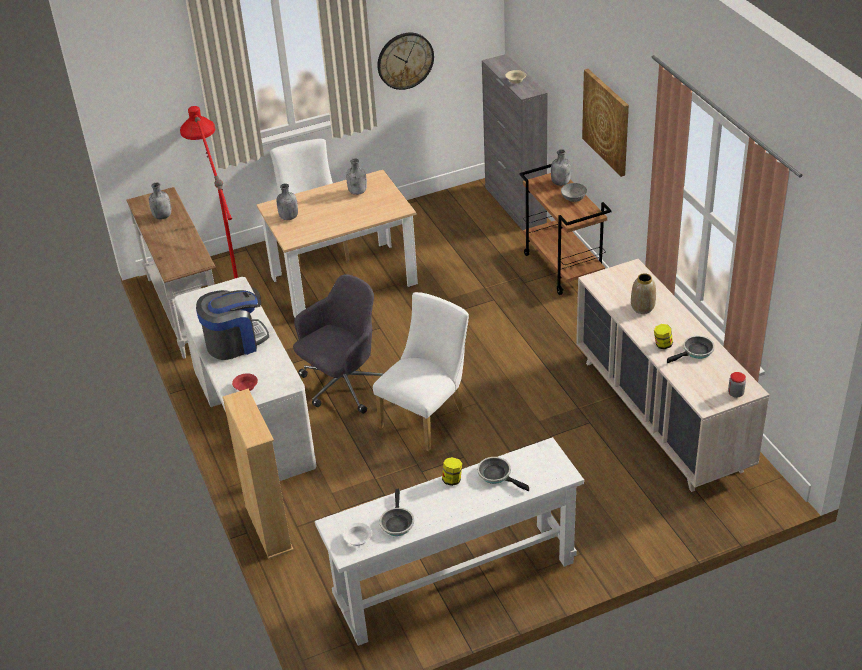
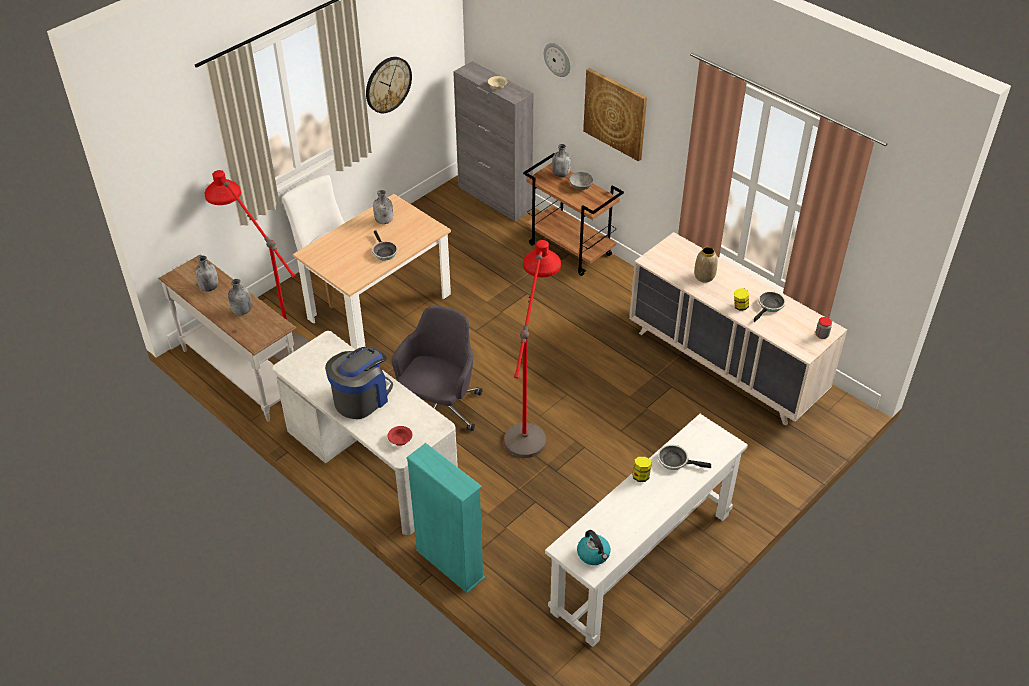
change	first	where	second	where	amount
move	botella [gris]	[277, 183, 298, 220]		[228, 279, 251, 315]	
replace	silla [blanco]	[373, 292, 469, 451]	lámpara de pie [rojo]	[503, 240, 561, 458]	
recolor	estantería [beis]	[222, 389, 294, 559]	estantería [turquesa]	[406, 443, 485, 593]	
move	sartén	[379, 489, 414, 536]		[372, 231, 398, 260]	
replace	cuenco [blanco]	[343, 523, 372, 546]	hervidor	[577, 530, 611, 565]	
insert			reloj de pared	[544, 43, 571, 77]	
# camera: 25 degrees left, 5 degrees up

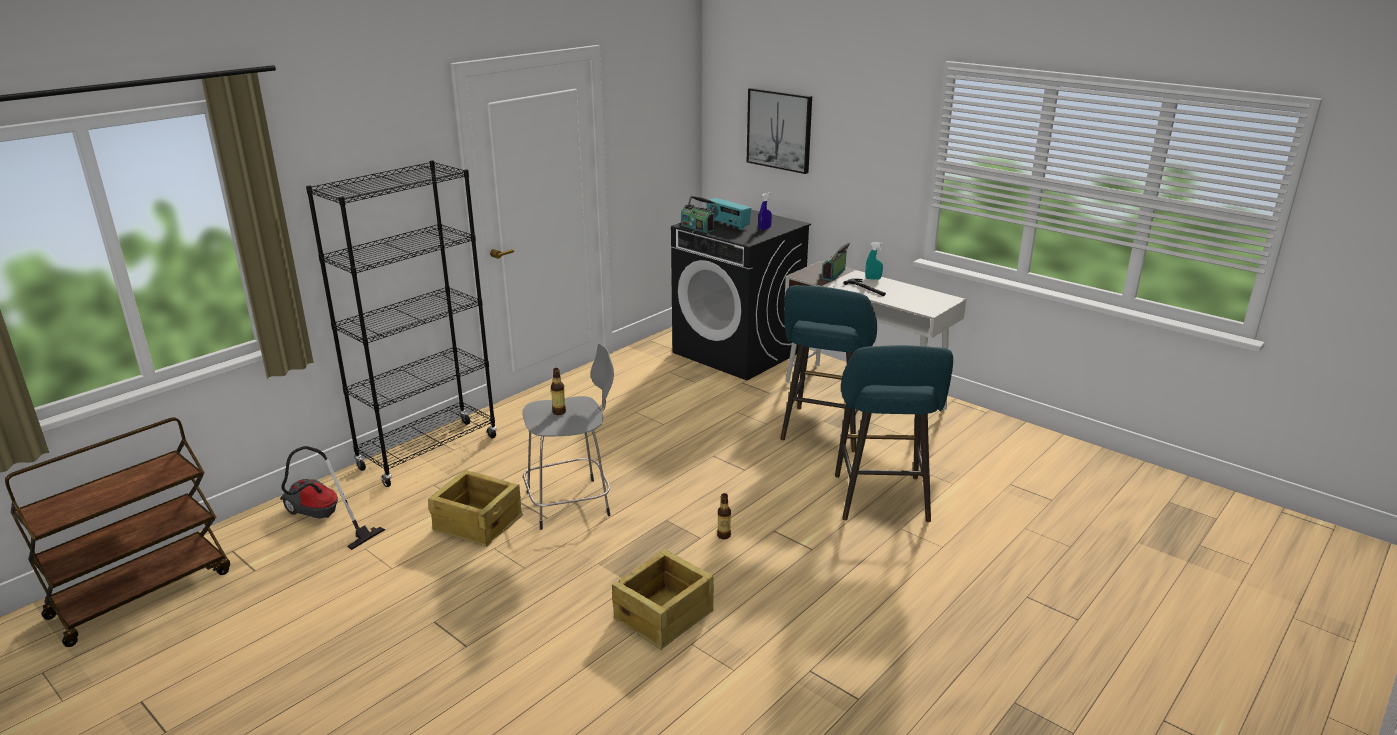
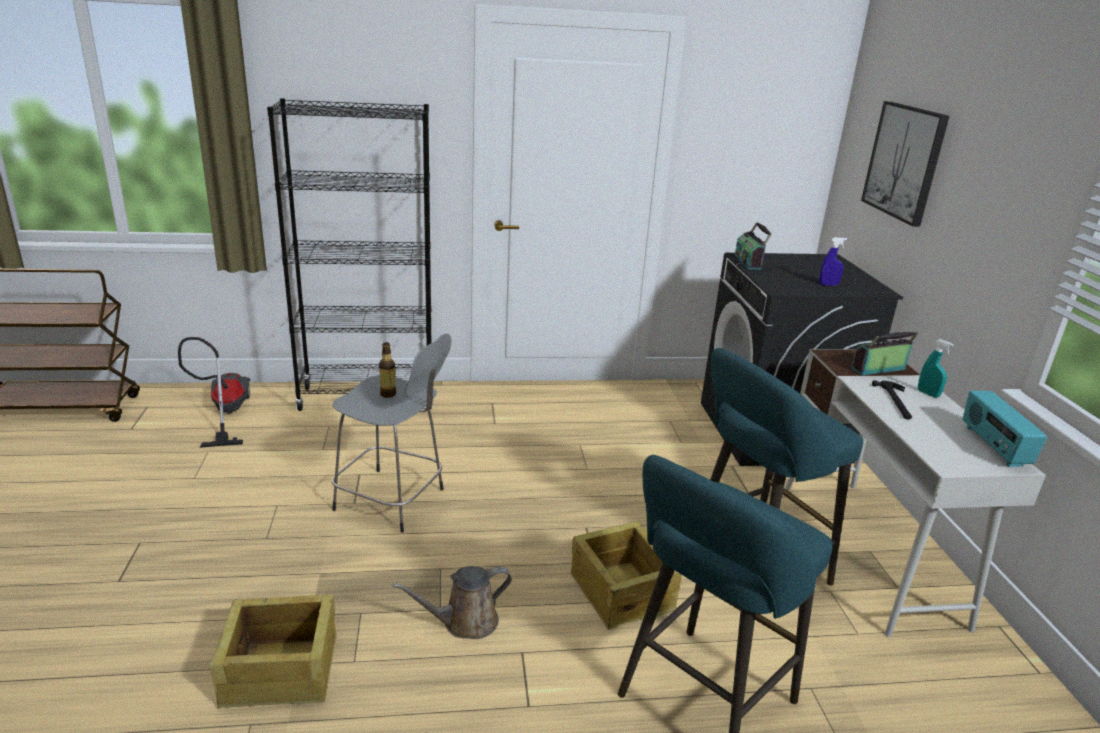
change	first	where	second	where	amount
move	radio	[706, 198, 751, 230]		[963, 391, 1048, 467]	
move	caja de embalaje	[428, 470, 523, 547]		[571, 521, 682, 629]	
replace	botella	[717, 493, 731, 539]	regadera [marrón]	[393, 566, 512, 639]	
# camera: 40 degrees right, 0 degrees up

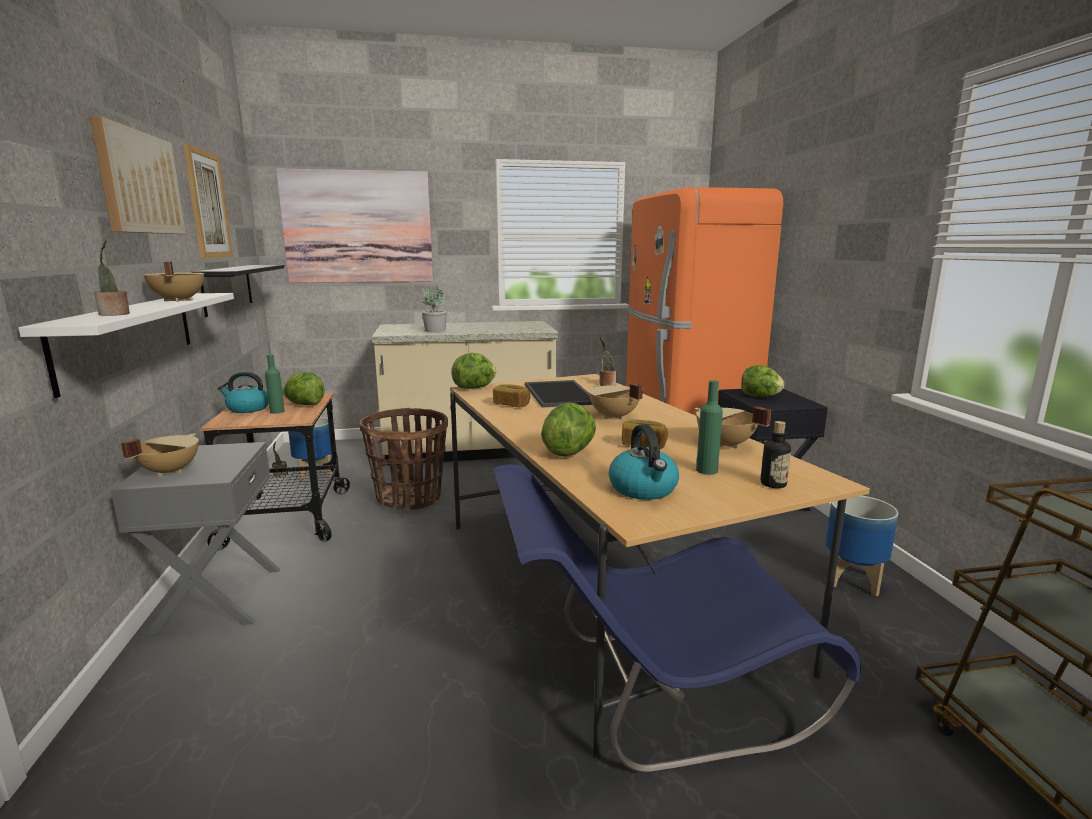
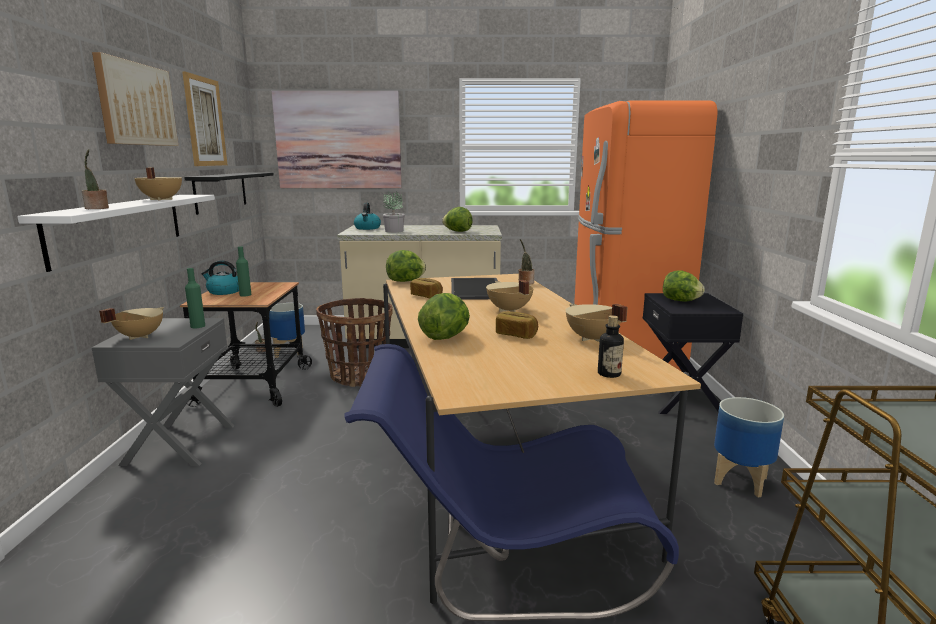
change	first	where	second	where	amount
move	lechuga	[282, 372, 324, 405]		[442, 207, 473, 232]	
move	botella [verde]	[696, 380, 723, 475]		[185, 268, 205, 328]	
move	hervidor	[609, 424, 679, 500]		[354, 203, 381, 230]	
# camera: 10 degrees right, 0 degrees up

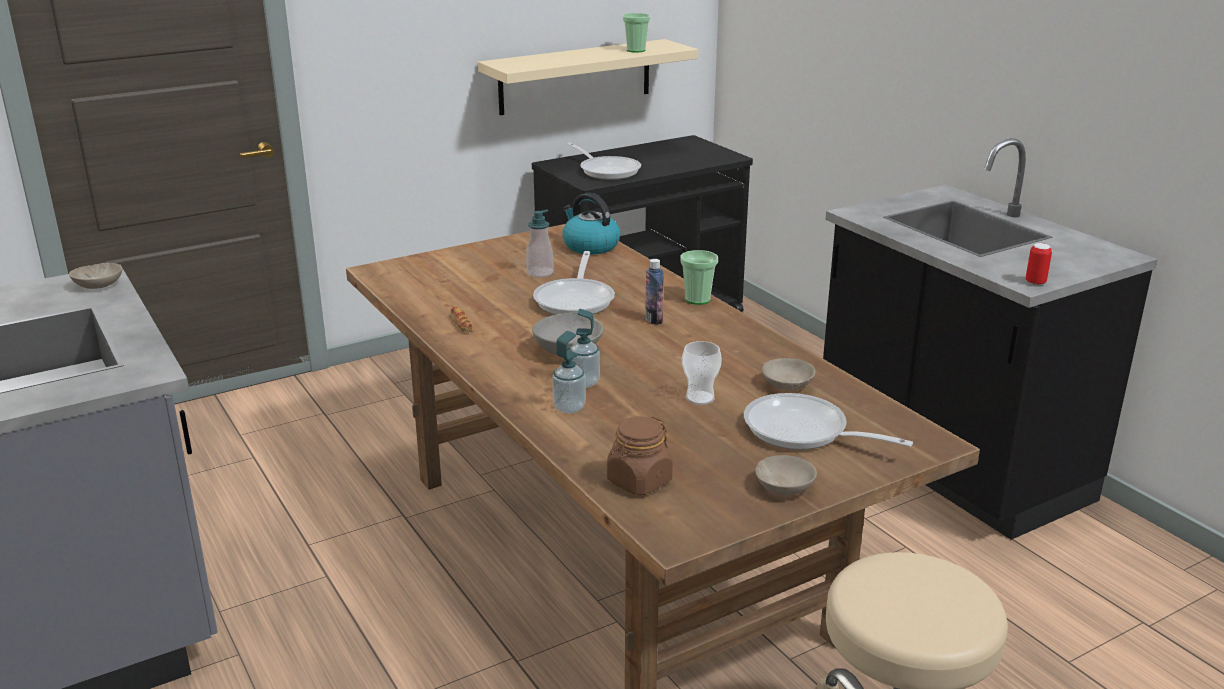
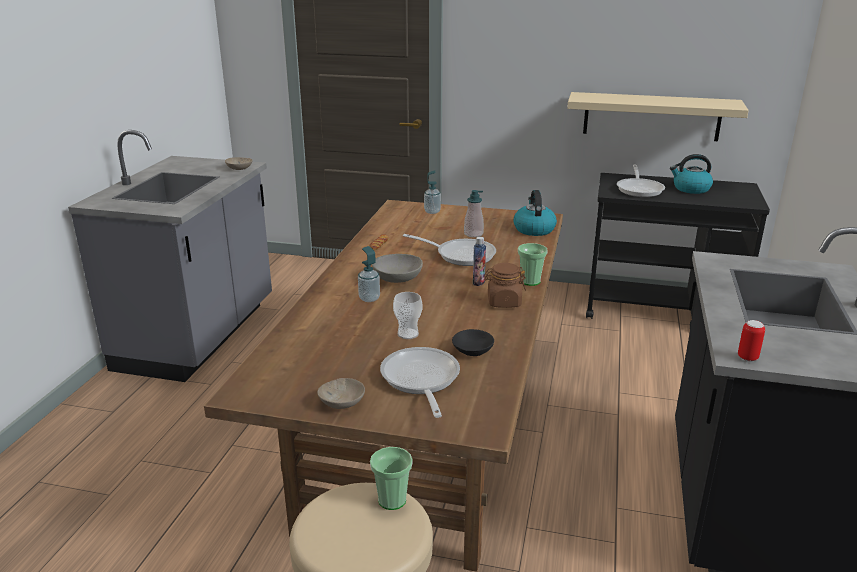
change	first	where	second	where	amount
move	taza	[622, 13, 650, 53]		[370, 447, 413, 510]	
rotate	sartén	[533, 251, 615, 315]		[403, 234, 496, 266]	120 degrees counterclockwise
move	dispensador de jabón	[552, 331, 586, 414]		[424, 170, 441, 214]	
recolor	cuenco [beis]	[762, 358, 815, 390]	cuenco [negro]	[452, 329, 494, 356]	
move	tarro [marrón]	[607, 417, 673, 495]		[484, 263, 526, 308]	
insert			hervidor	[670, 154, 713, 194]	
# camera: 45 degrees right, 0 degrees up

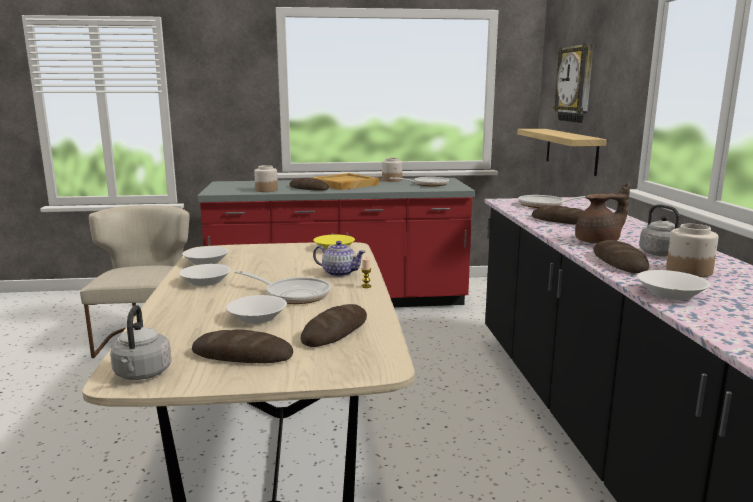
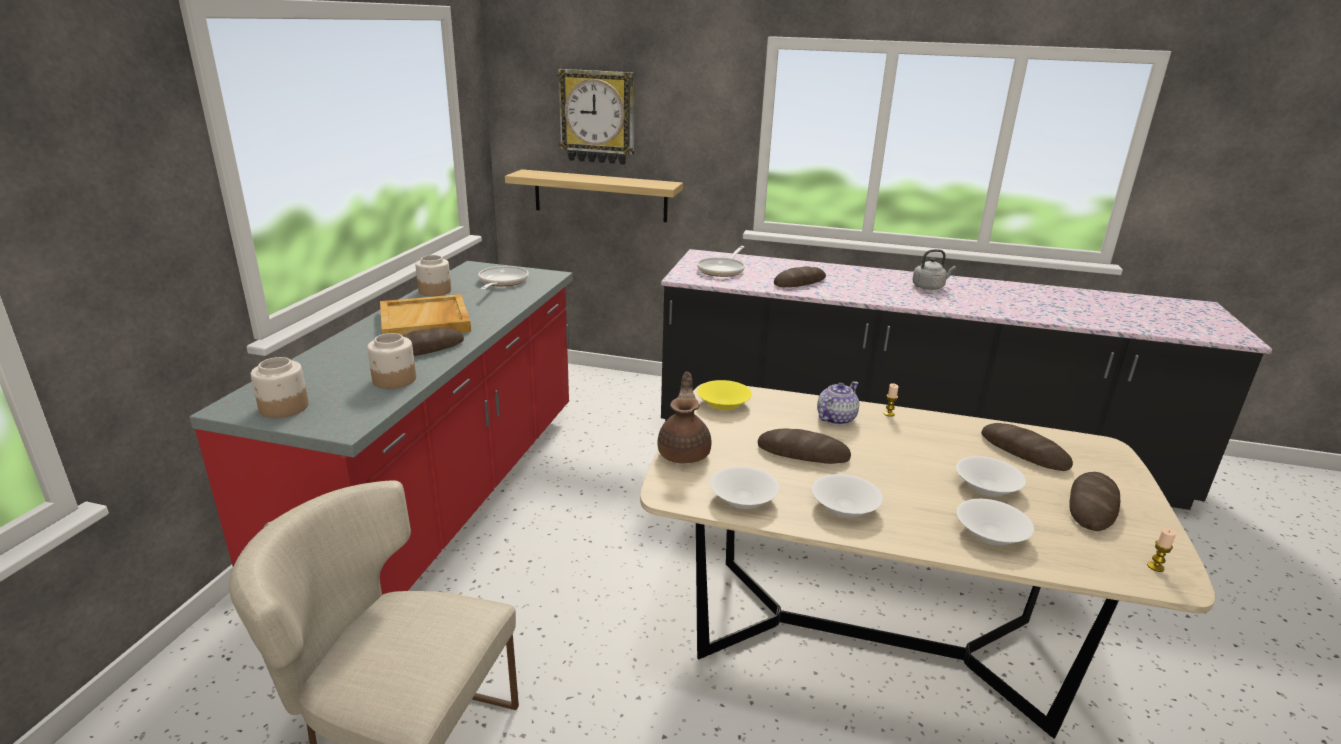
change	first	where	second	where	amount
move	tetera [marrón]	[575, 183, 630, 244]		[658, 372, 711, 464]	
move	tarro	[666, 224, 719, 277]		[251, 357, 309, 418]	
move	pan	[594, 240, 649, 274]		[758, 429, 851, 464]	
delete	sartén	[235, 270, 331, 304]			
move	cuenco [blanco]	[637, 270, 710, 300]		[957, 499, 1034, 546]	
replace	hervidor [gris]	[110, 305, 171, 380]	vela	[1147, 528, 1176, 572]	
# camera: 70 degrees left, 10 degrees up

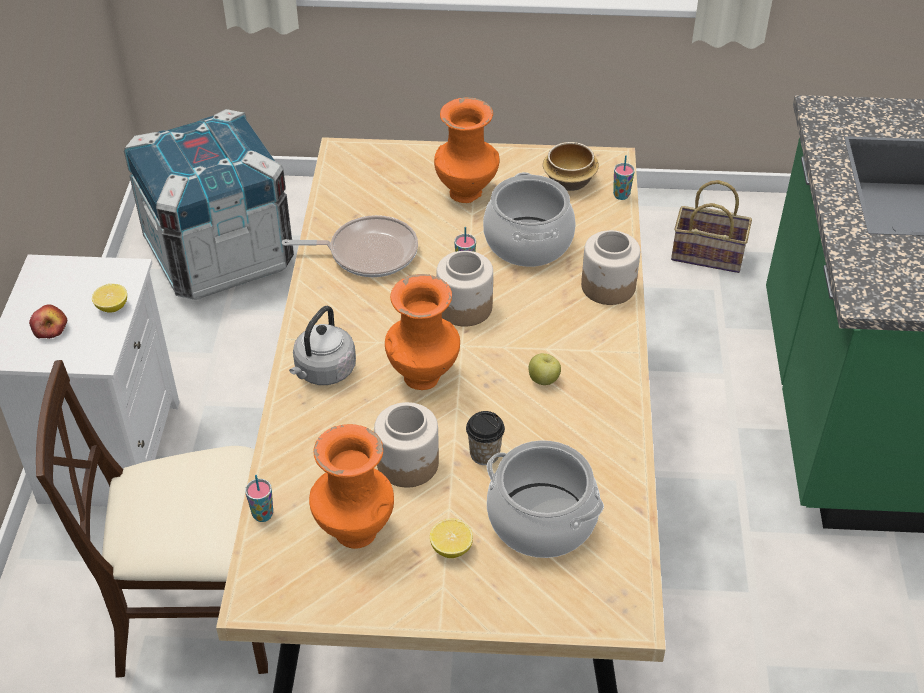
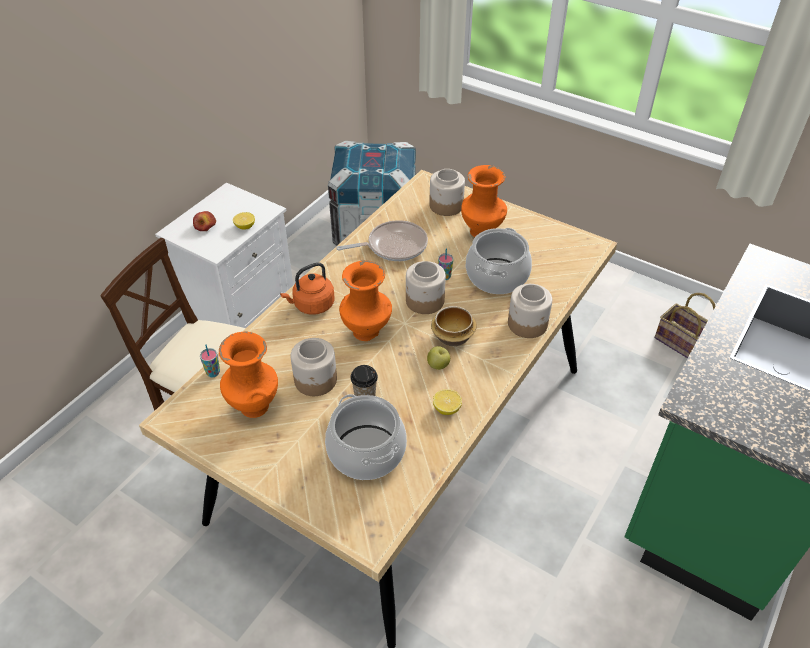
change	first	where	second	where	amount
move	cuenco	[543, 142, 599, 191]		[431, 306, 477, 346]	
delete	taza	[613, 155, 635, 200]			
rotate	sartén	[282, 215, 418, 277]		[336, 220, 428, 261]	45 degrees counterclockwise
recolor	hervidor [gris]	[289, 306, 356, 385]	hervidor [naranja]	[280, 262, 335, 315]	
move	limón	[430, 519, 473, 558]		[433, 389, 462, 415]	
insert			tarro	[429, 169, 465, 216]	
# camera: 30 degrees right, 0 degrees up

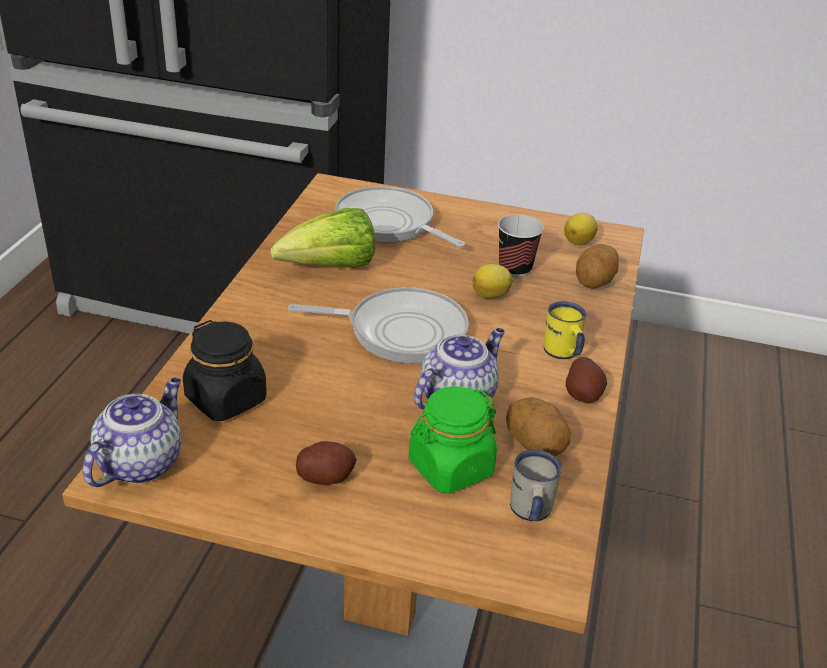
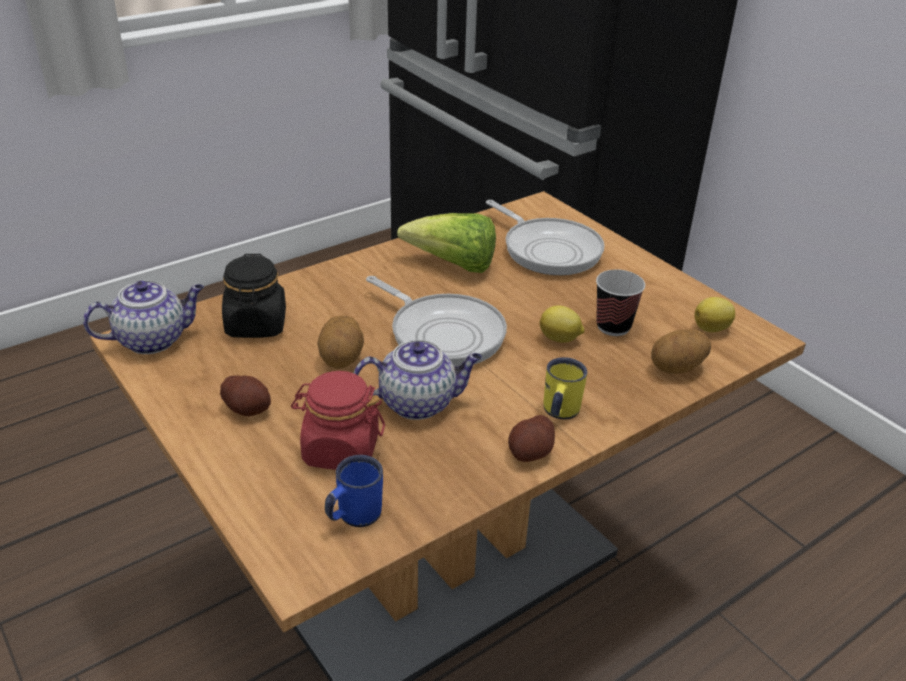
change	first	where	second	where	amount
rotate	sartén	[335, 186, 465, 247]		[486, 200, 605, 275]	150 degrees clockwise
recolor	tarro [verde]	[409, 386, 497, 494]	tarro [rojo]	[291, 371, 385, 470]	
move	patata	[506, 397, 571, 456]		[317, 316, 364, 368]	
recolor	taza grande [blanco]	[510, 449, 562, 521]	taza grande [azul]	[325, 455, 383, 527]	
# camera: 40 degrees right, 0 degrees up

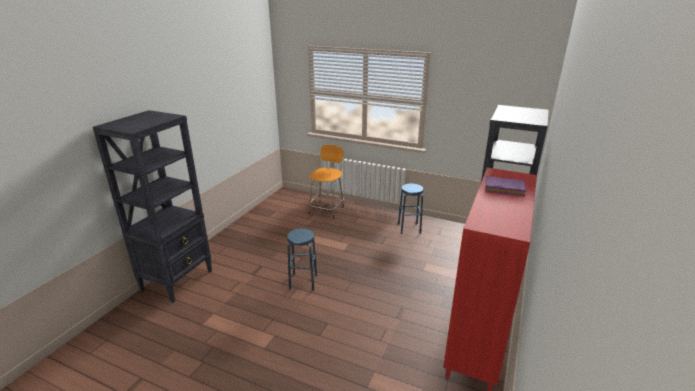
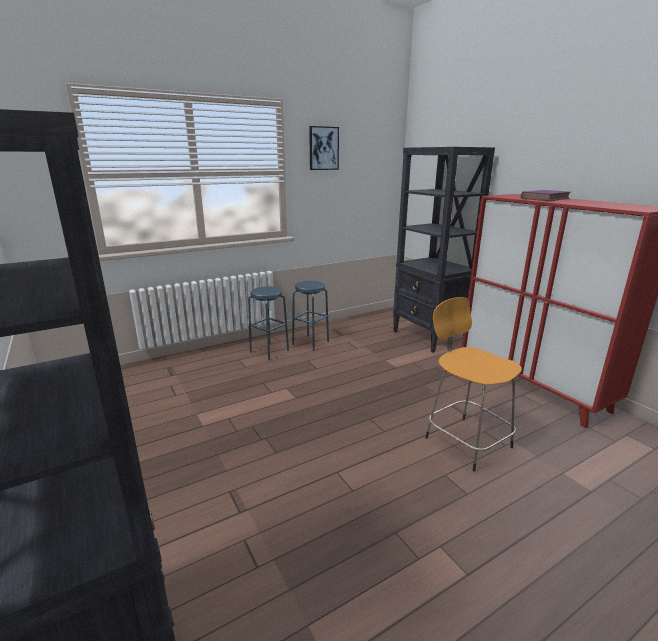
change	first	where	second	where	amount
move	taburete [naranja]	[309, 145, 344, 219]		[425, 297, 522, 472]	
move	taburete [azul]	[287, 229, 317, 291]		[248, 286, 289, 360]	
insert			cuadro	[309, 126, 339, 170]	
# camera: 55 degrees left, 5 degrees down

